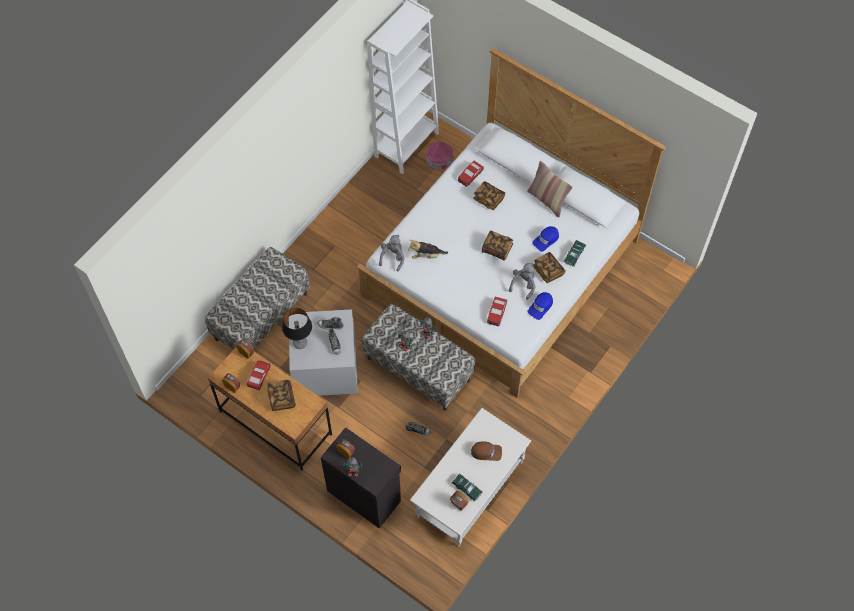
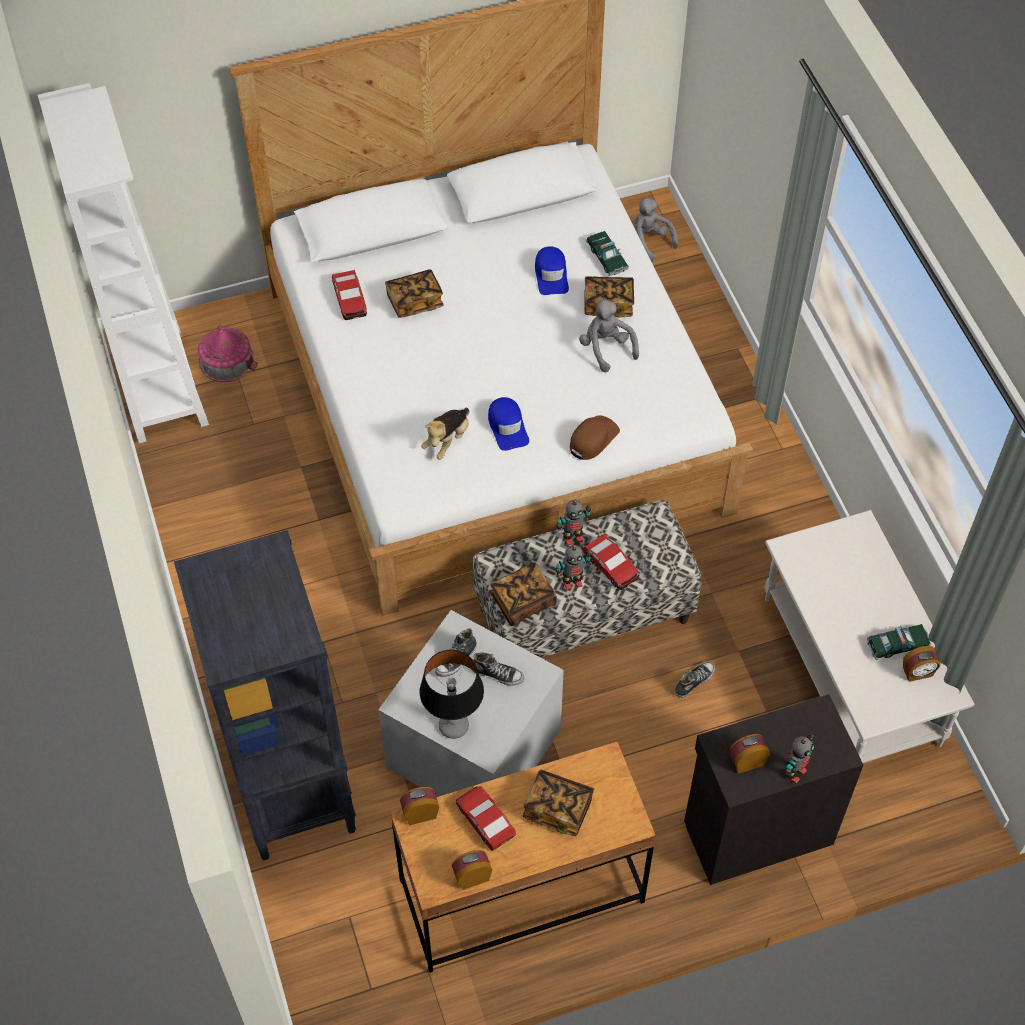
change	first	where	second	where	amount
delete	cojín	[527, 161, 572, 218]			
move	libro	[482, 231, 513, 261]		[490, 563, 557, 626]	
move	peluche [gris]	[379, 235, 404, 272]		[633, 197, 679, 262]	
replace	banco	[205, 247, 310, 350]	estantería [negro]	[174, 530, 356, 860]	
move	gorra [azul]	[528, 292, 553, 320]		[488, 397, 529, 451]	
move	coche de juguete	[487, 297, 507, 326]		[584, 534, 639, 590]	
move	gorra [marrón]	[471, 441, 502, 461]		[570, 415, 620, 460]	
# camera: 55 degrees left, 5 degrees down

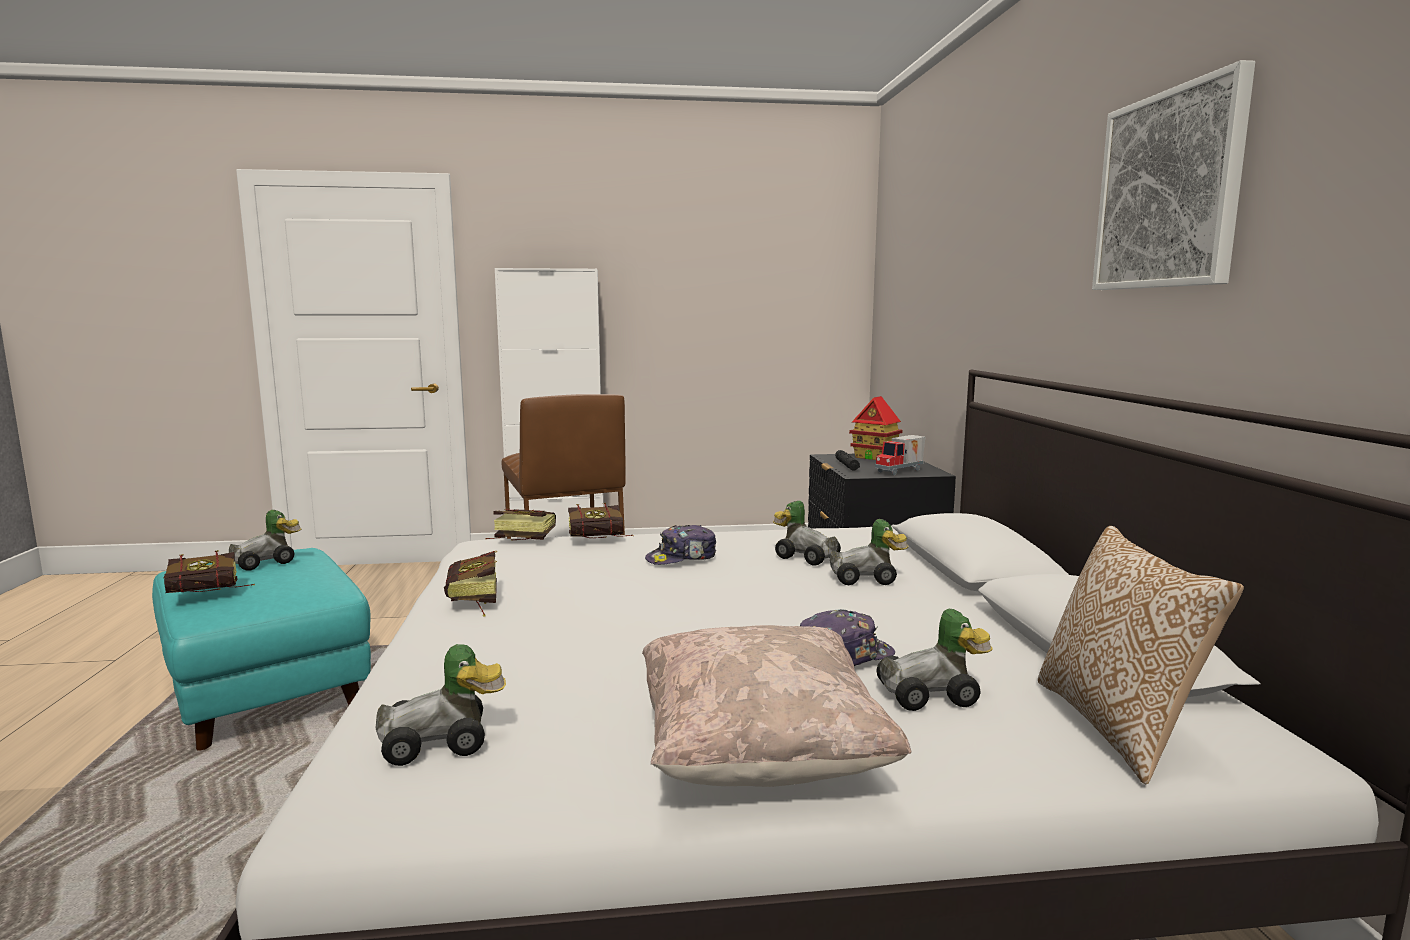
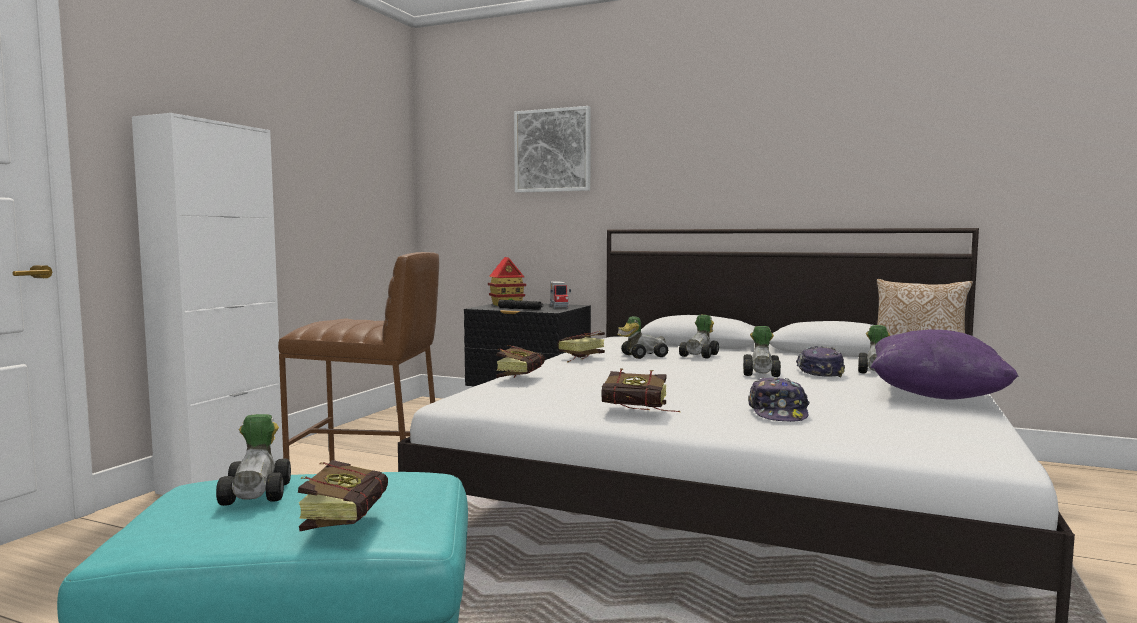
change	first	where	second	where	amount
move	cuadro	[1092, 60, 1255, 290]		[514, 106, 591, 193]	
move	libro	[486, 509, 556, 541]		[557, 331, 605, 362]	
move	gorra	[645, 525, 716, 565]		[748, 377, 810, 422]	
recolor	cojín [beis]	[642, 625, 911, 787]	cojín [morado]	[870, 330, 1018, 399]	
move	coche de juguete	[376, 644, 506, 766]		[743, 326, 781, 377]	
# camera: 60 degrees left, 5 degrees down

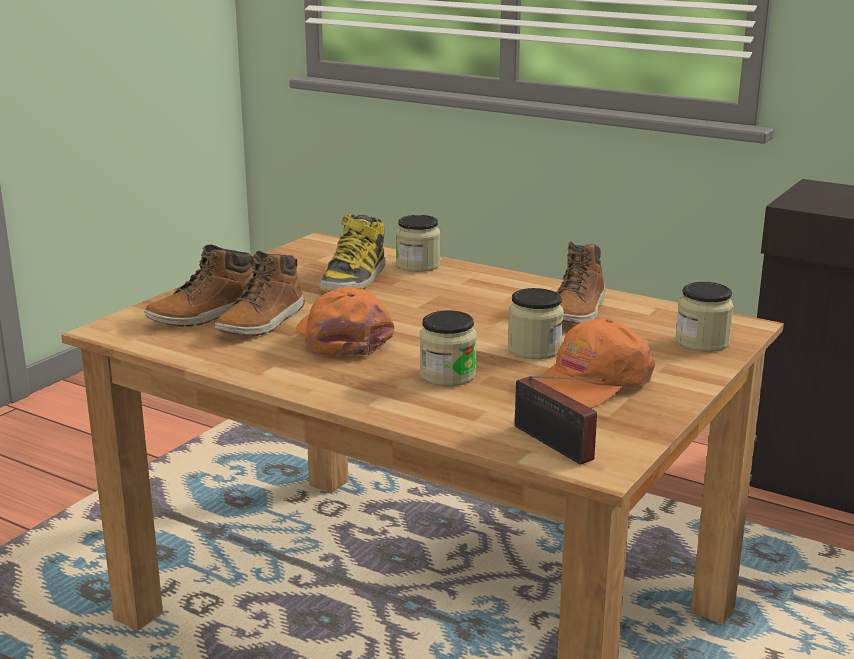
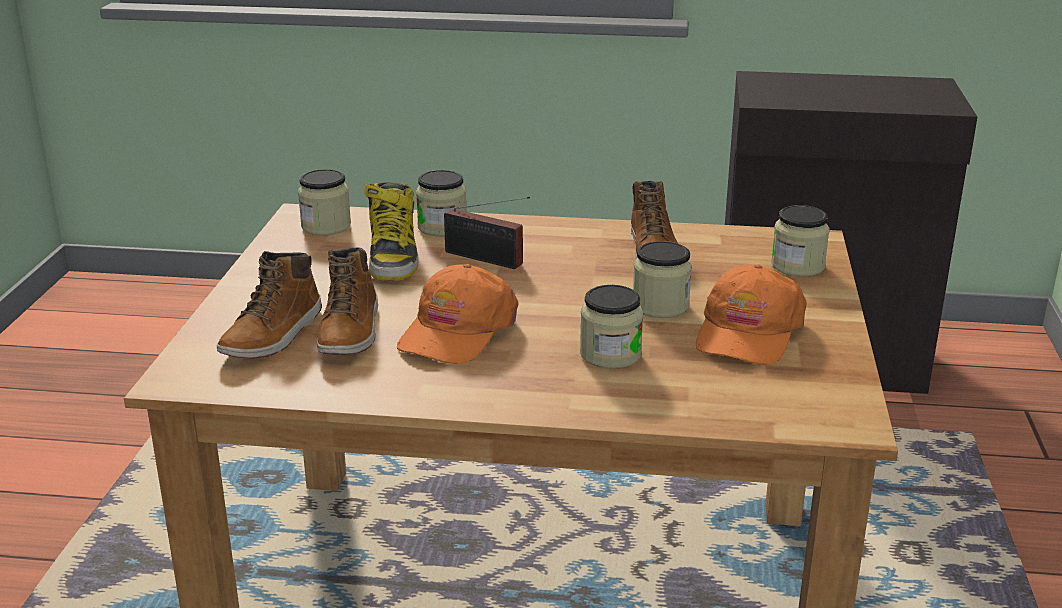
change	first	where	second	where	amount
rotate	gorra [naranja]	[296, 287, 395, 356]		[397, 264, 519, 364]	105 degrees counterclockwise
move	radio	[515, 376, 606, 465]		[444, 197, 530, 269]	
insert			tarro	[298, 169, 351, 235]	
# camera: 25 degrees left, 5 degrees up

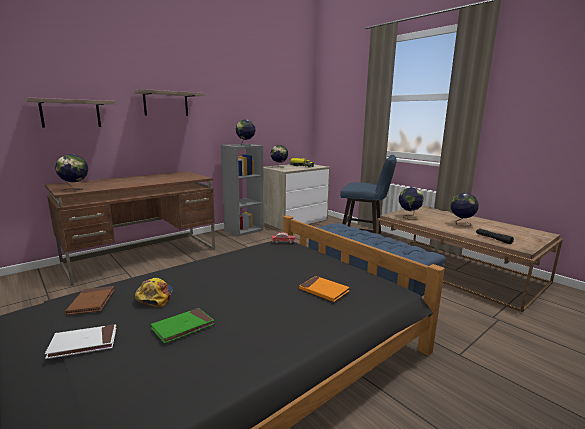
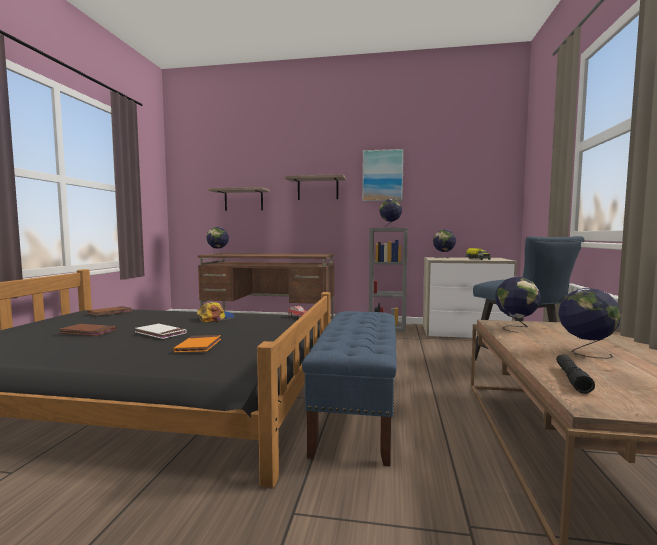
change	first	where	second	where	amount
move	gorra	[134, 278, 173, 307]		[197, 302, 235, 322]	
recolor	libro [verde]	[151, 308, 214, 344]	libro [marrón]	[59, 324, 117, 336]	
move	libro [blanco]	[45, 324, 116, 359]		[135, 324, 186, 339]	
insert			cuadro	[362, 149, 404, 201]	
# camera: 50 degrees right, 10 degrees down

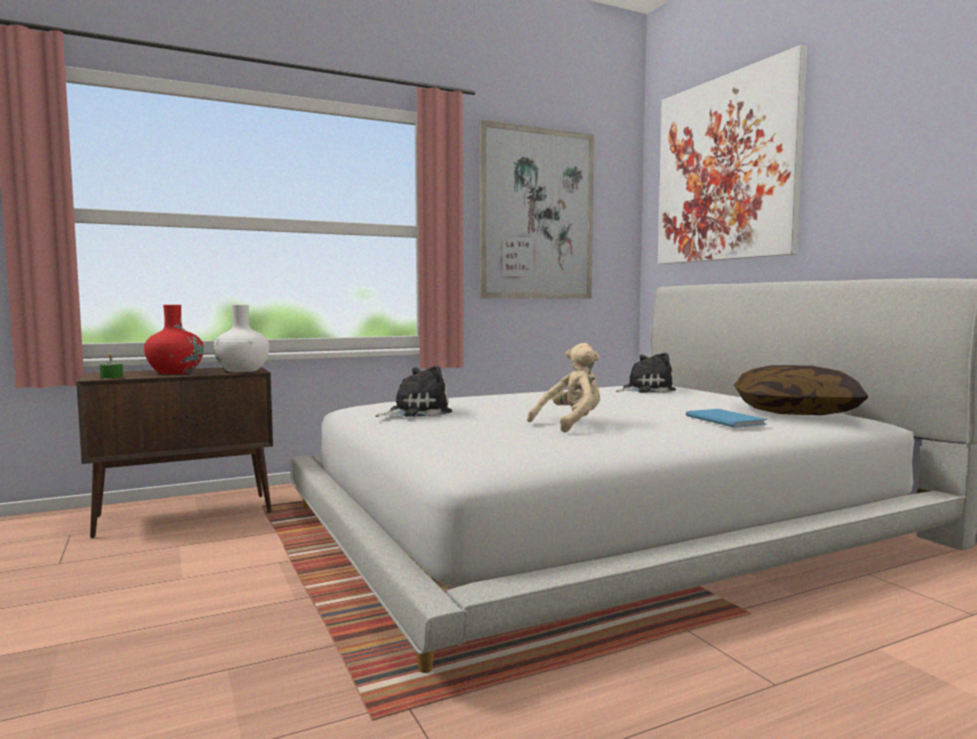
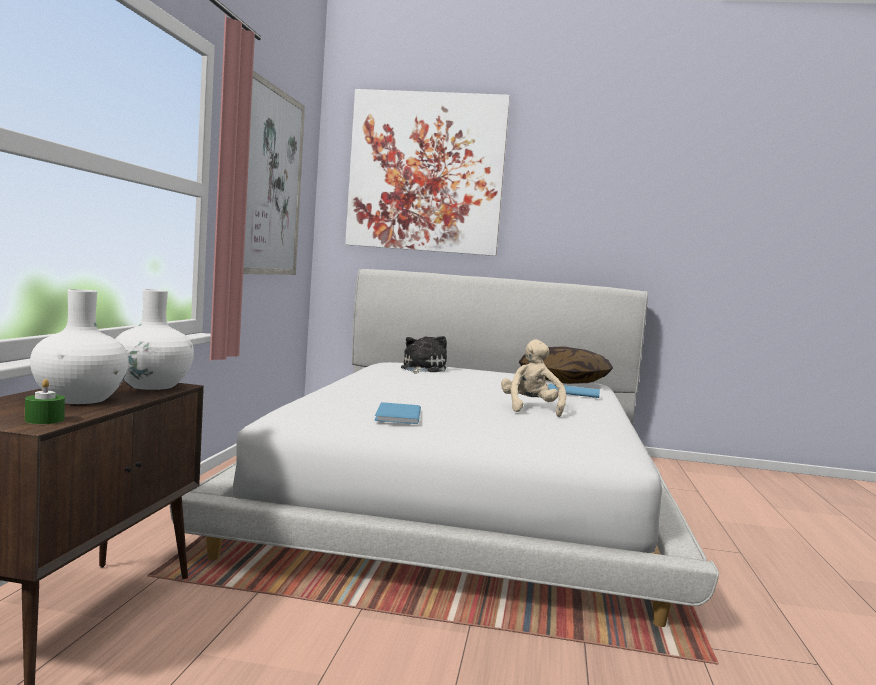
change	first	where	second	where	amount
recolor	florero [rojo]	[144, 305, 204, 374]	florero [blanco]	[30, 289, 129, 404]	
replace	peluche	[376, 366, 452, 417]	libro [azul]	[374, 402, 421, 424]	
# camera: 55 degrees left, 0 degrees up

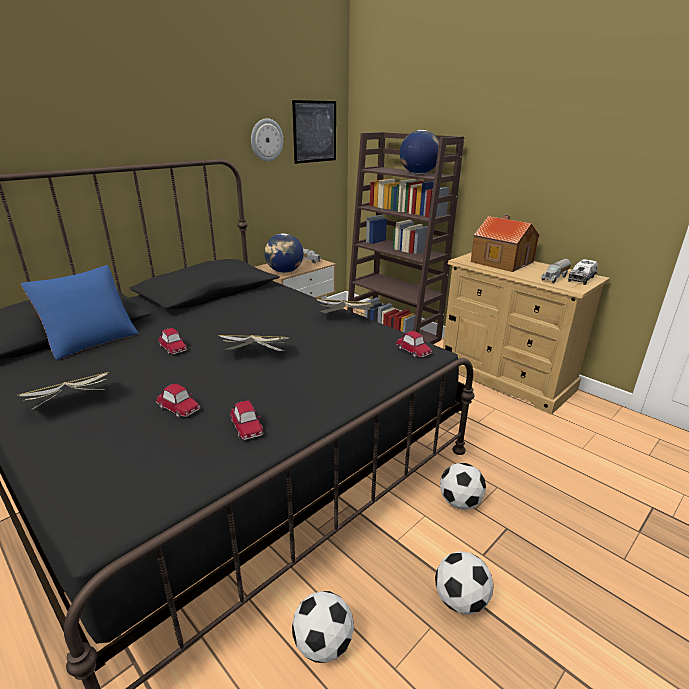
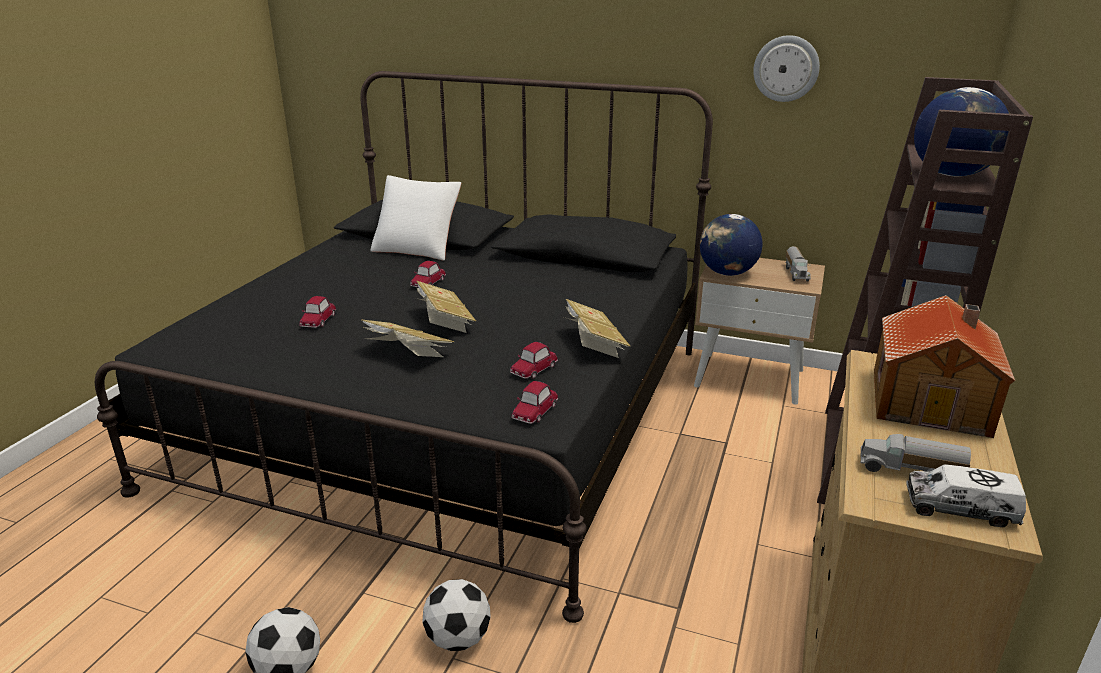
change	first	where	second	where	amount
delete	cuadro	[292, 100, 336, 164]			
recolor	cojín [azul]	[21, 265, 139, 360]	cojín [blanco]	[370, 175, 461, 261]	
move	libro	[17, 372, 109, 409]		[362, 320, 455, 357]	
move	coche de juguete	[230, 401, 264, 440]		[510, 342, 558, 379]	
delete	balón de fútbol	[292, 591, 354, 663]			
# camera: 65 degrees right, 0 degrees up

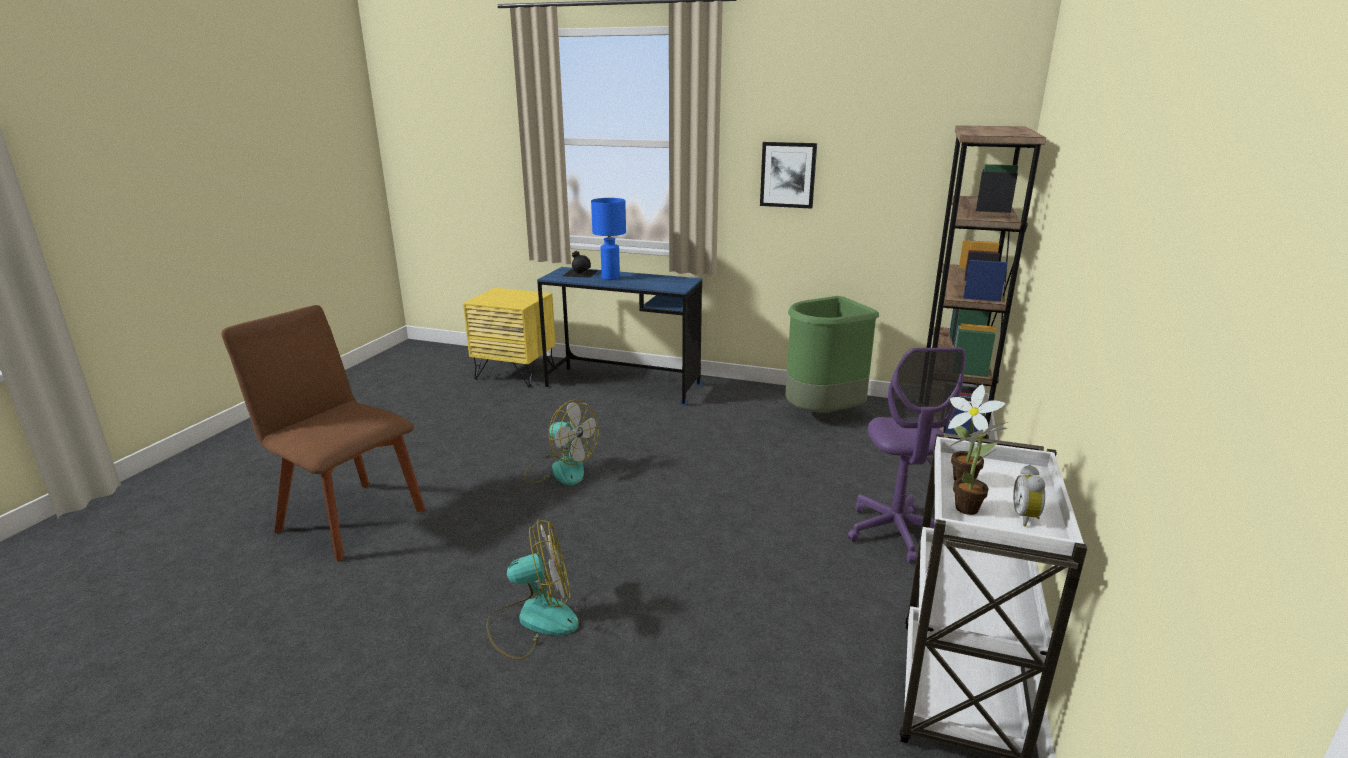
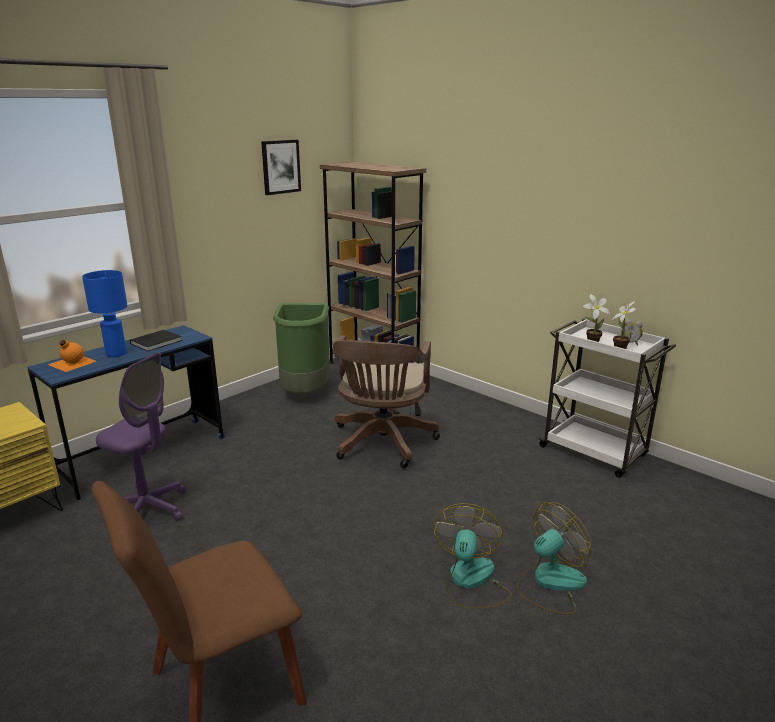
change	first	where	second	where	amount
move	cuadro	[760, 142, 817, 209]		[261, 140, 301, 195]	
recolor	botella [negro]	[563, 251, 598, 278]	botella [naranja]	[48, 340, 96, 372]	
move	silla de oficina [morado]	[848, 348, 966, 563]		[96, 352, 186, 522]	
move	ventilador	[524, 400, 599, 485]		[516, 502, 592, 615]	
insert			libro [negro]	[130, 330, 182, 351]	
insert			silla de oficina [marrón]	[333, 335, 440, 468]	
# camera: 65 degrees left, 0 degrees up

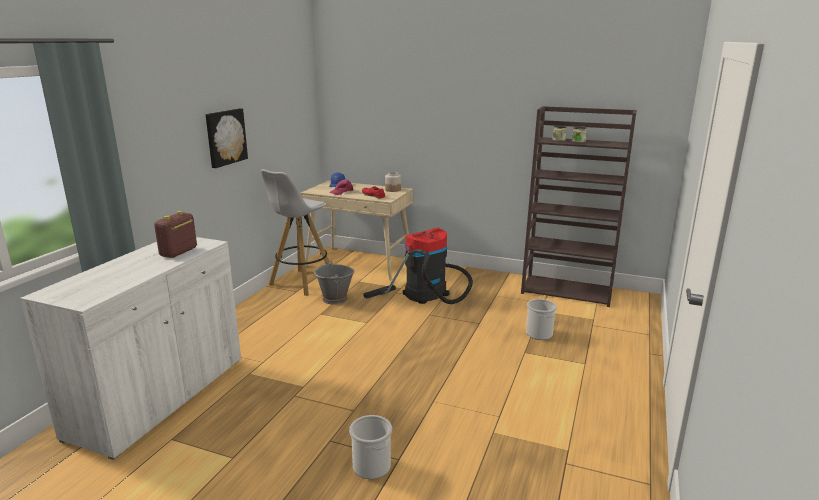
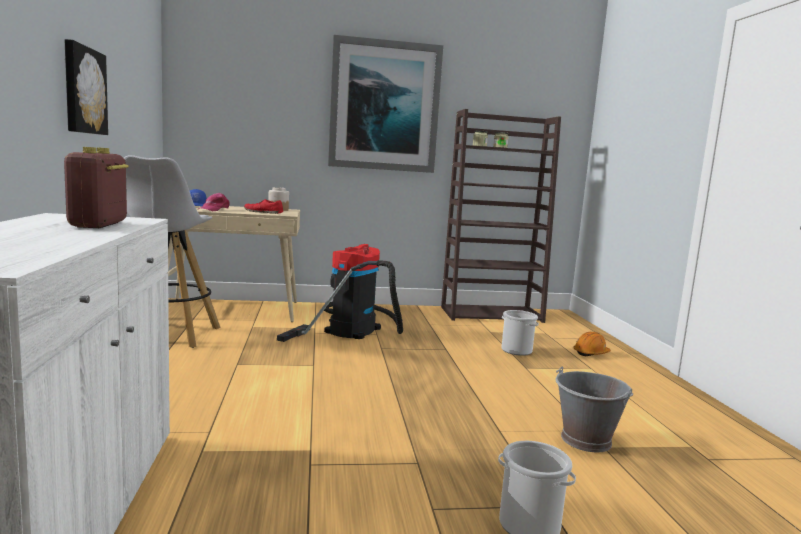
change	first	where	second	where	amount
move	cubo [gris]	[314, 261, 355, 304]		[555, 366, 633, 452]	
insert			cuadro	[328, 35, 443, 173]	
insert			casco [naranja]	[574, 332, 611, 356]	
# camera: 30 degrees left, 10 degrees down

